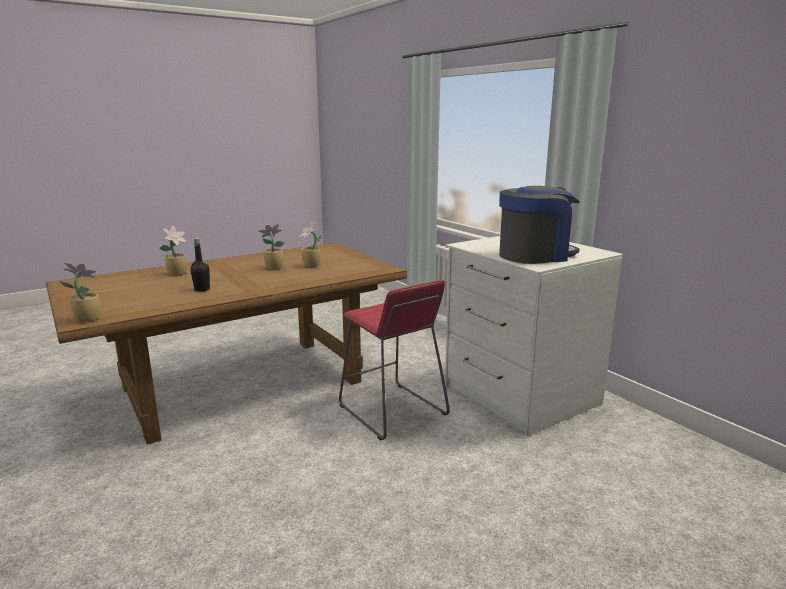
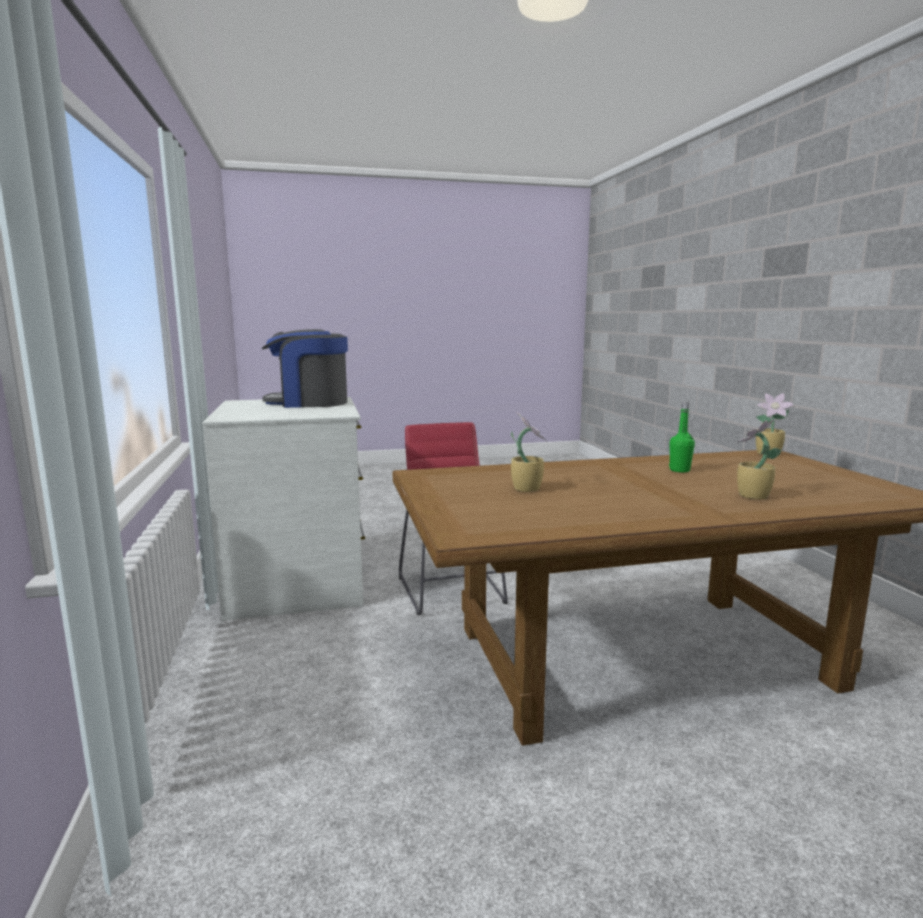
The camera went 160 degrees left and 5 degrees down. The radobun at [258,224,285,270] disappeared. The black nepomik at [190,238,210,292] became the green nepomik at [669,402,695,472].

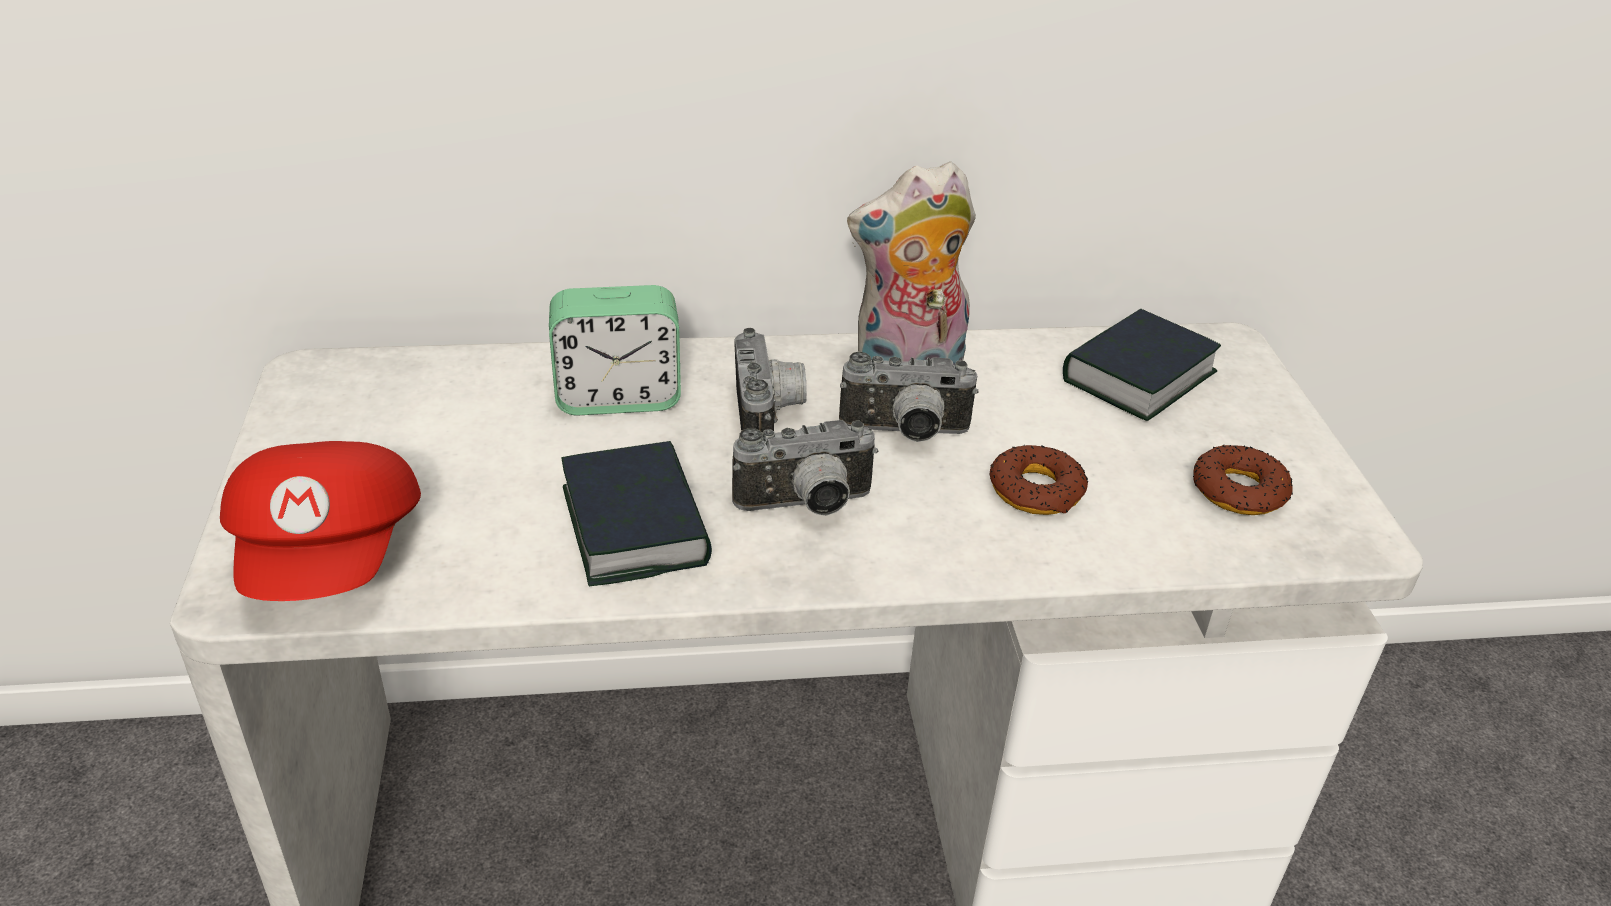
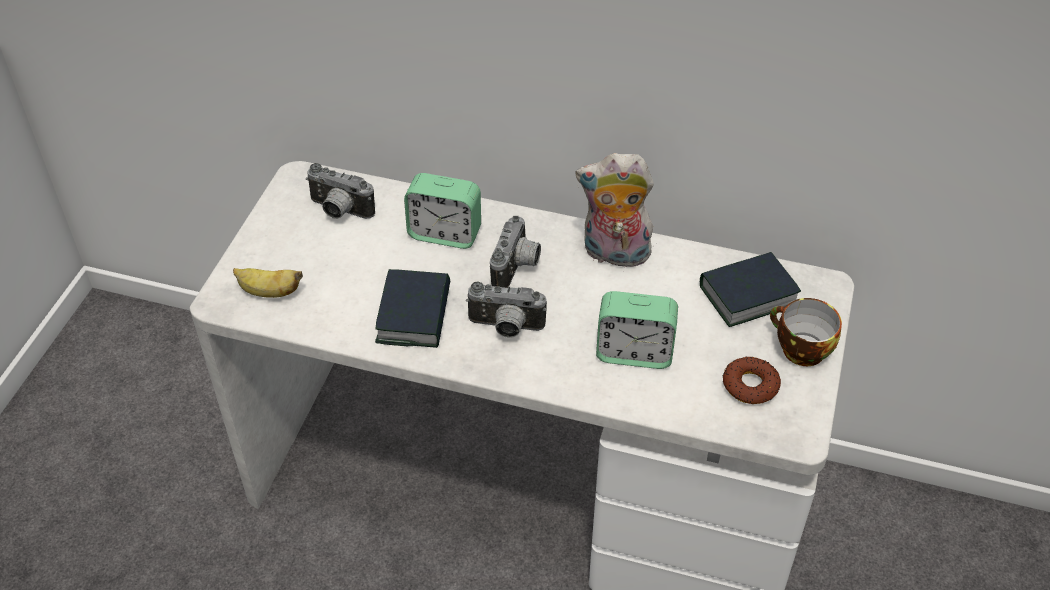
The camera went 25 degrees right and 10 degrees up. The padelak moved from [839,352,979,442] to [306,163,375,219]. The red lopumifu at [220,441,421,601] was replaced by the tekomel at [233,268,303,298]. The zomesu at [990,445,1088,515] was replaced by the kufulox at [596,291,678,369]. The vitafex at [770,298,842,366] appeared.

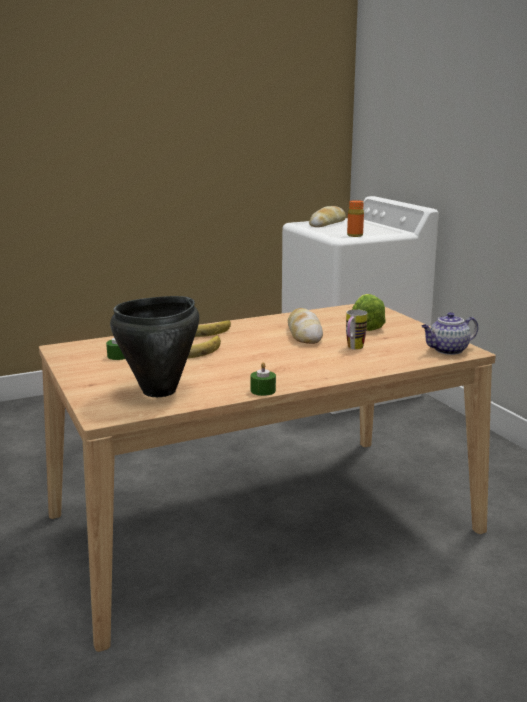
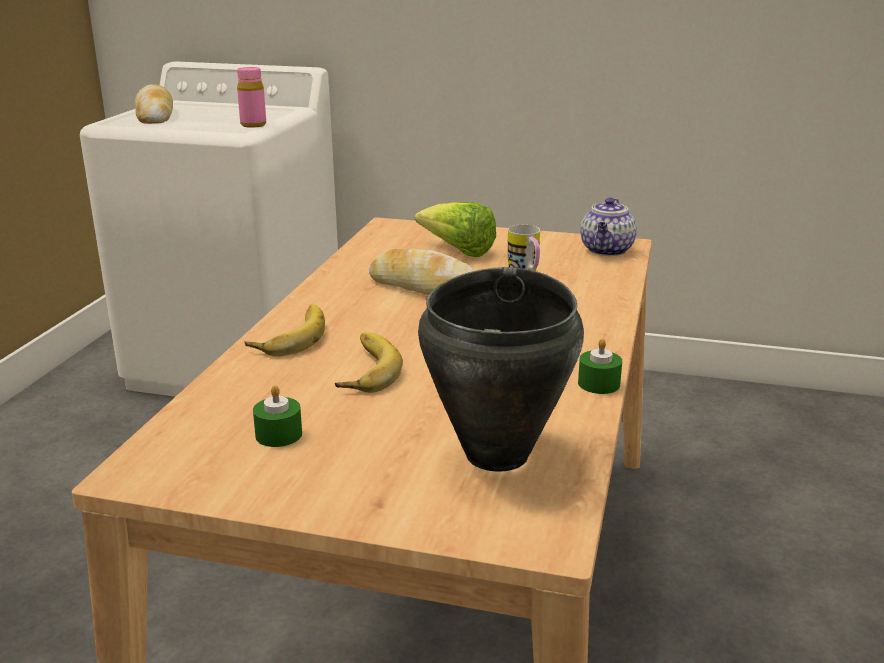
The camera went 50 degrees left and 5 degrees up. The orange nepomik at [347,200,364,237] became the pink nepomik at [237,67,266,128].

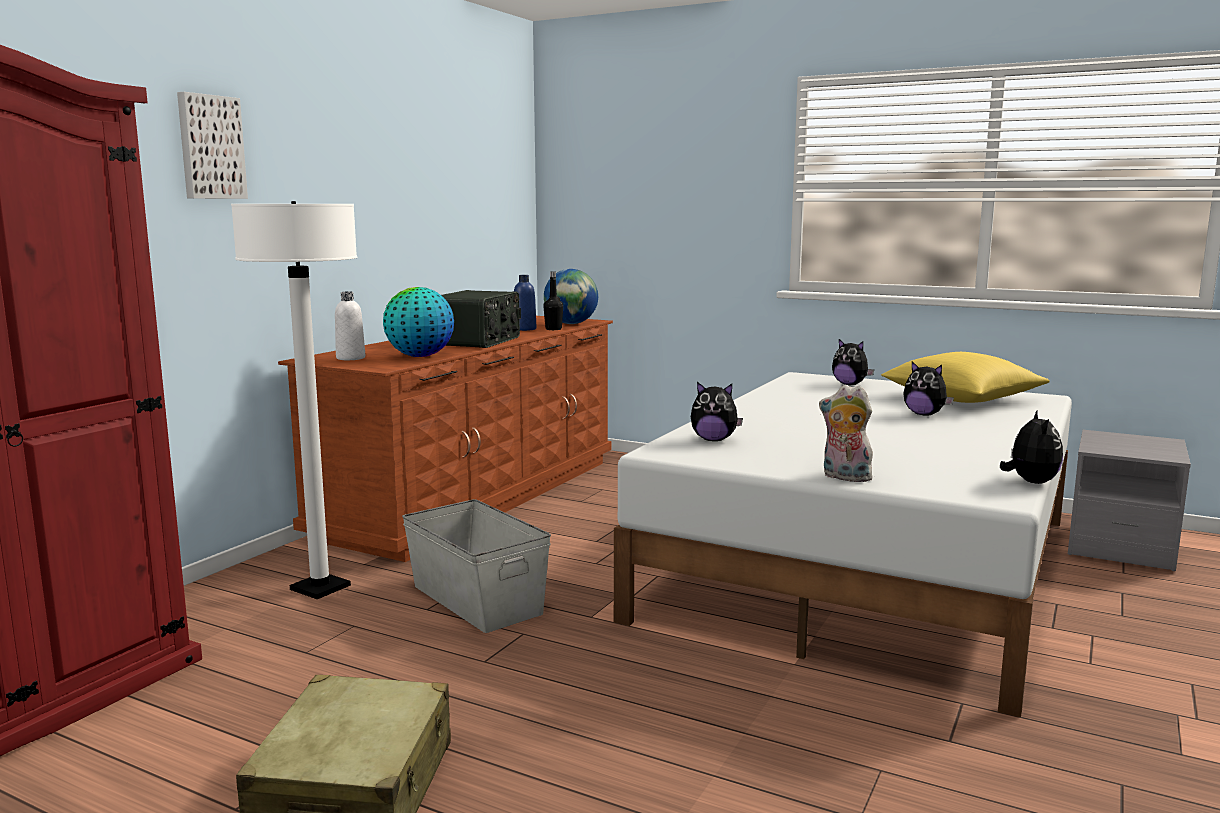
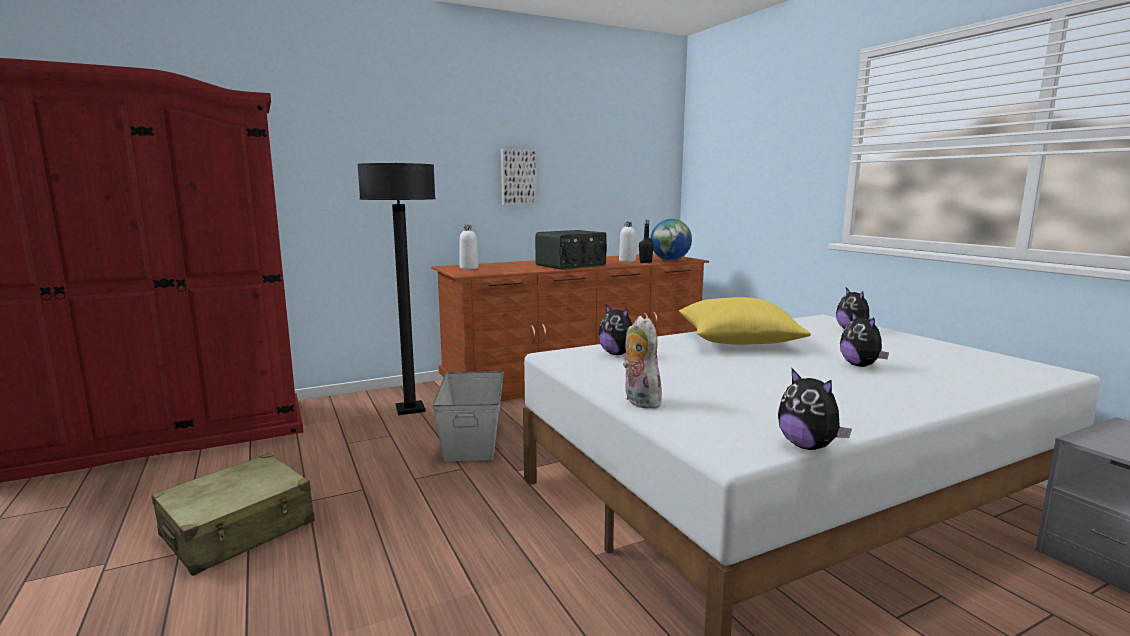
The camera went 35 degrees right and 0 degrees up. The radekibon moved from [177,92,248,199] to [501,149,537,205]. The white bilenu at [231,201,357,599] became the black bilenu at [357,163,436,415]. The blue nepomik at [514,275,536,331] became the white nepomik at [619,221,636,262]. The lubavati at [383,287,454,357] disappeared. The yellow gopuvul moved from [881,352,1050,403] to [679,297,811,345]. The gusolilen at [1000,410,1063,484] turned 105 degrees clockwise.

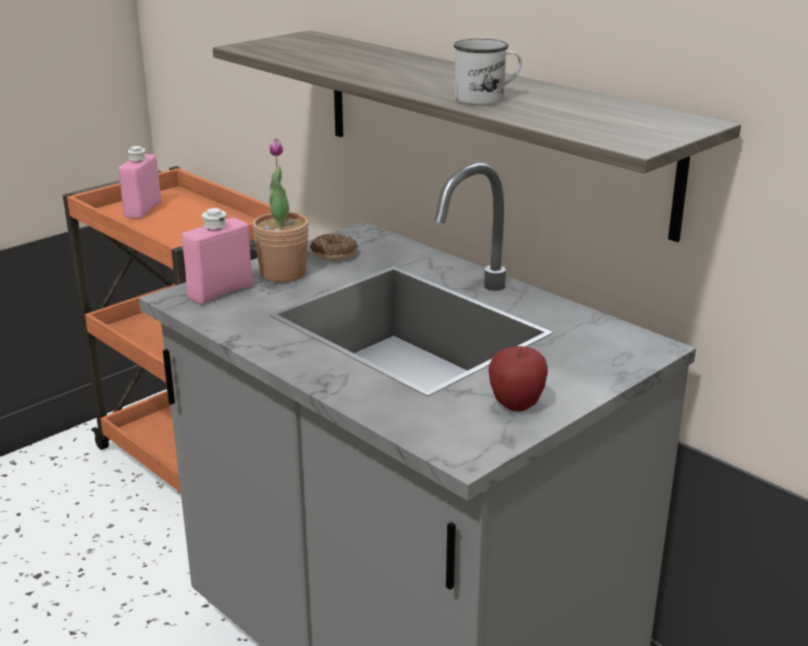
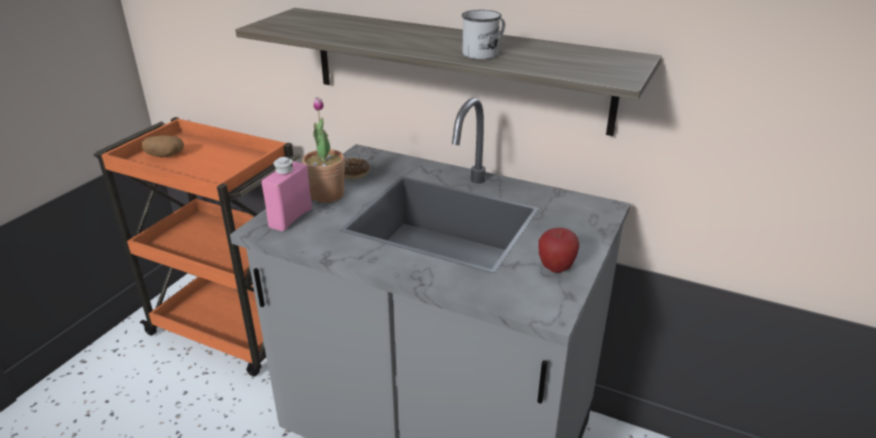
The camera went 20 degrees left and 5 degrees up. The pink nepomik at [118,146,161,219] was replaced by the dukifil at [142,135,184,158].

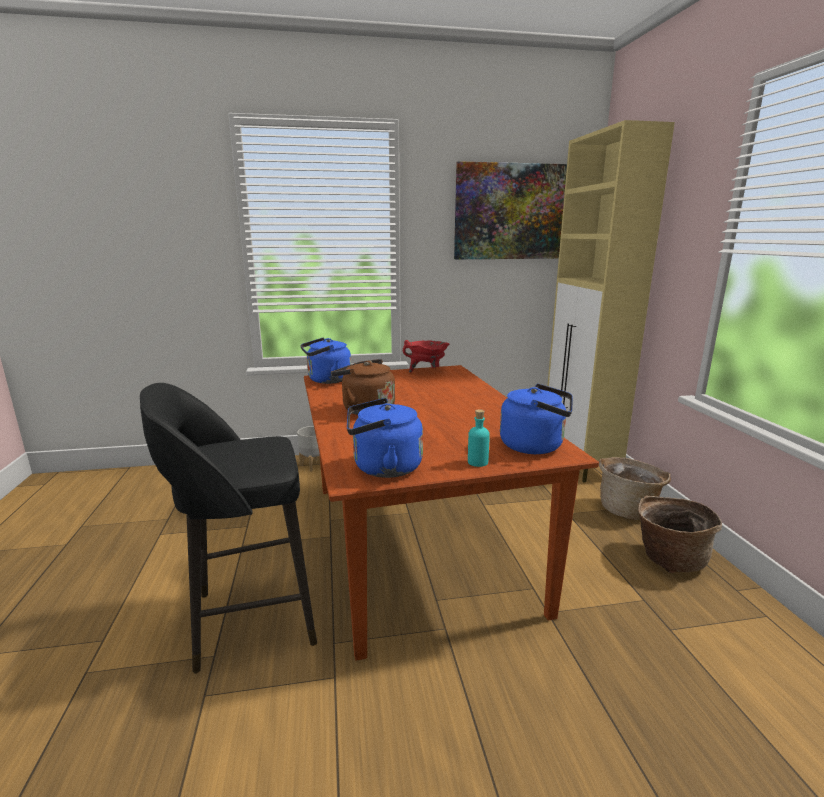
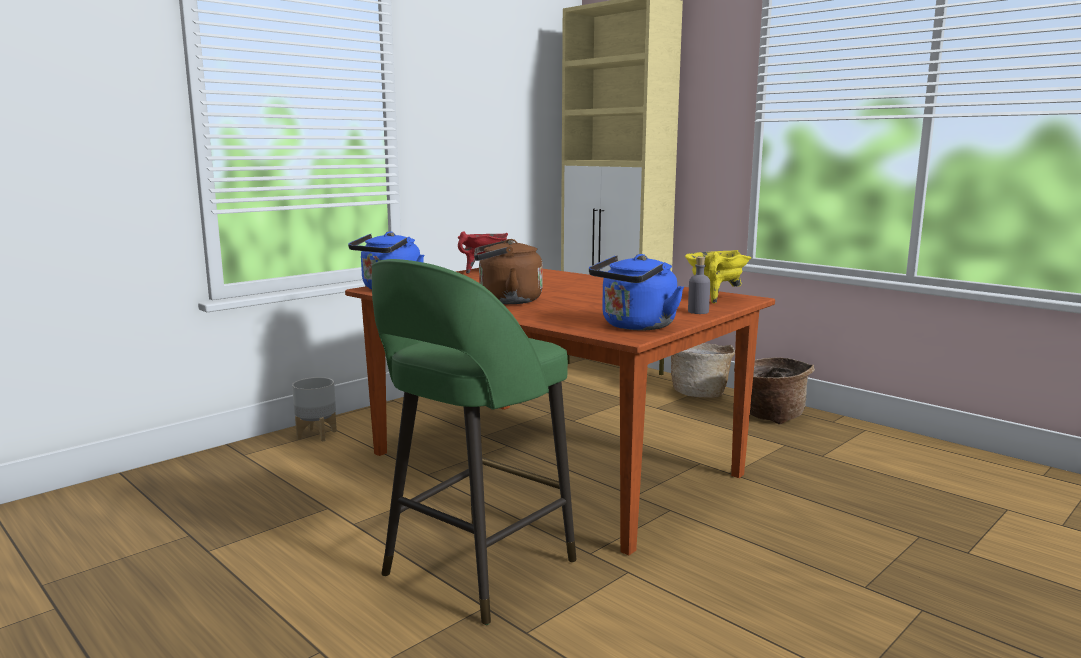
The camera went 35 degrees left and 5 degrees down. The radekibon at [454,161,567,259] disappeared. The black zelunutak at [140,383,317,673] became the green zelunutak at [371,259,576,625]. The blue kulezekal at [500,384,572,454] was replaced by the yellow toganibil at [685,250,751,304]. The turquoise nepomik at [468,409,490,467] became the grey nepomik at [688,257,710,314].

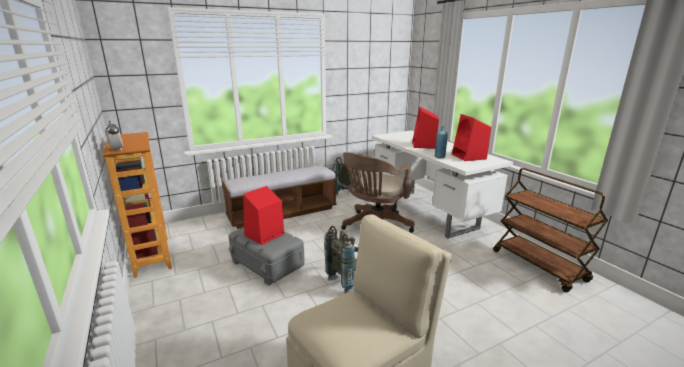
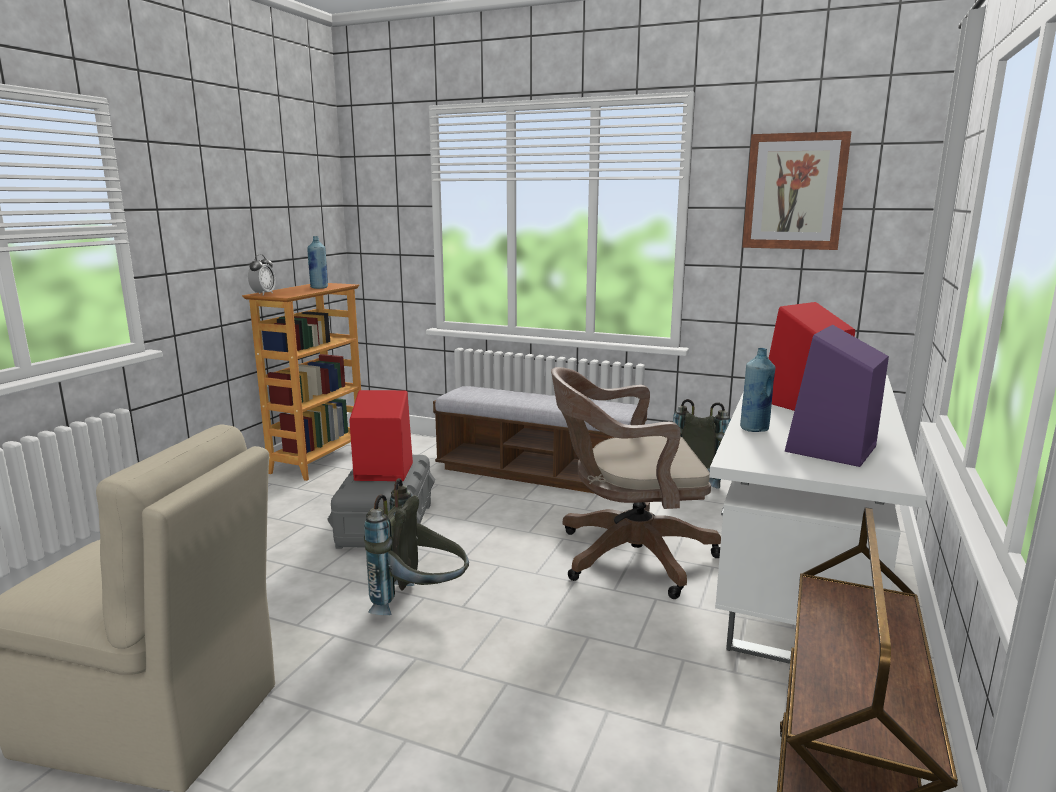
The camera went 50 degrees right and 5 degrees down. The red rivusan at [452,114,492,161] became the purple rivusan at [785,325,889,467]. The radekibon at [742,131,852,250] appeared. The blue nepomik at [308,236,328,289] appeared.

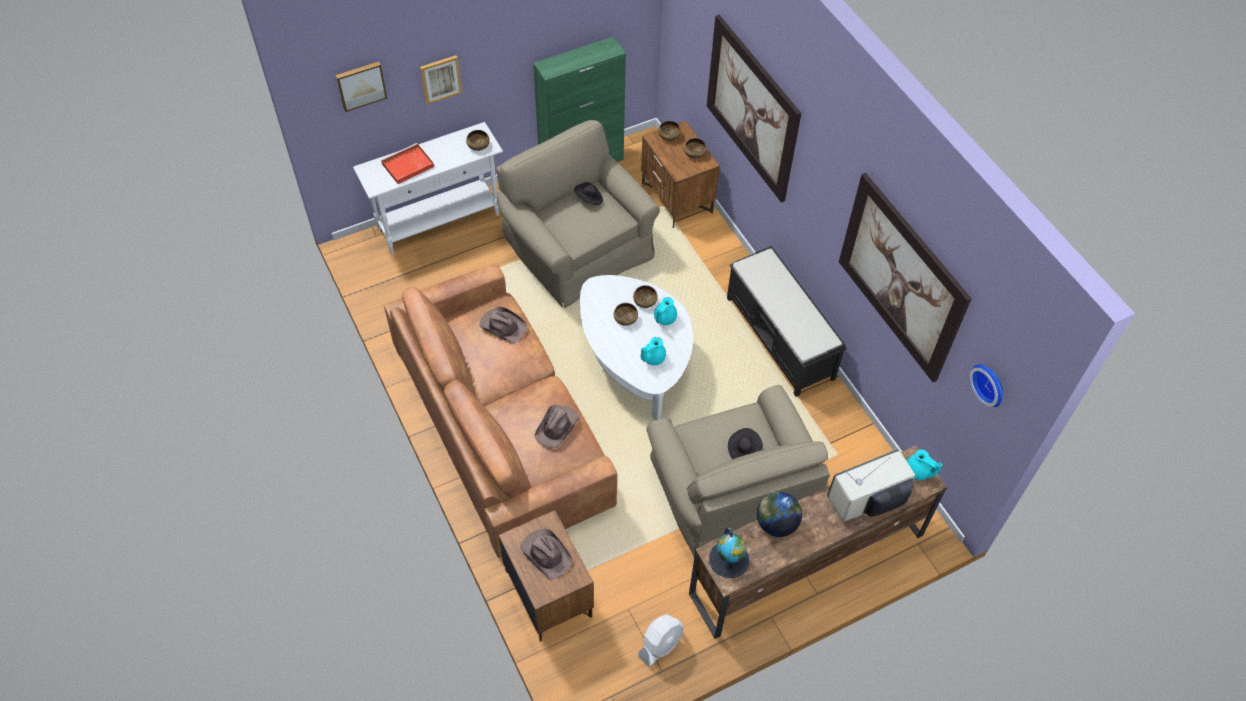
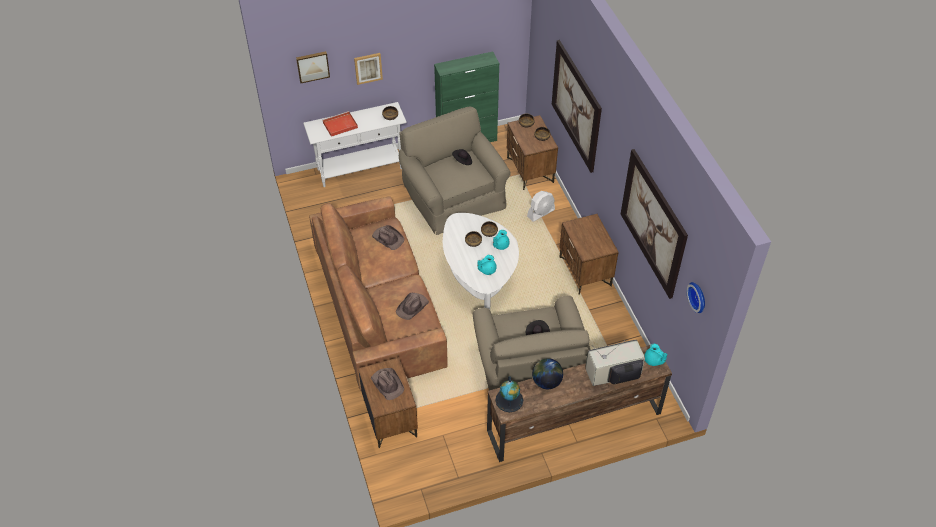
The camera went 10 degrees right and 5 degrees down. The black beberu at [727,246,846,397] was replaced by the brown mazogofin at [559,214,619,295]. The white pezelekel moved from [638,614,683,667] to [527,191,555,222].

